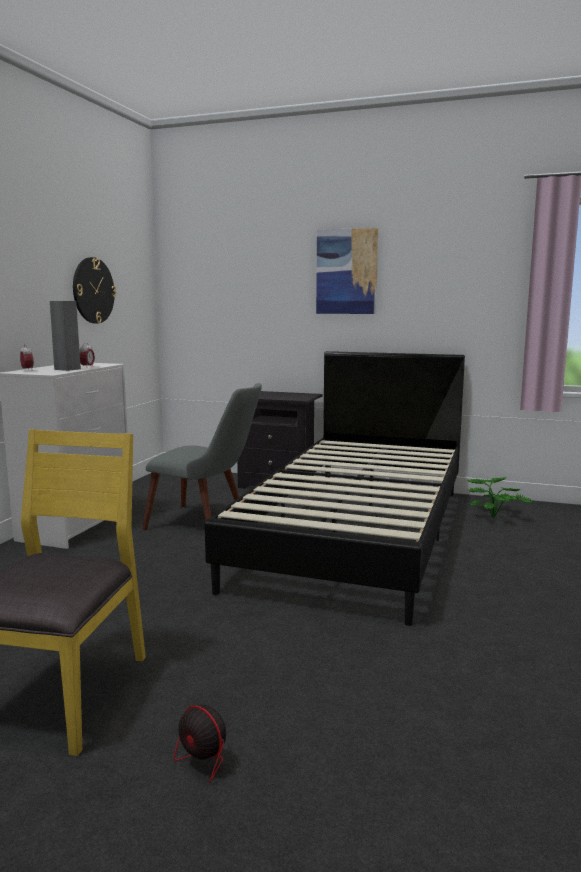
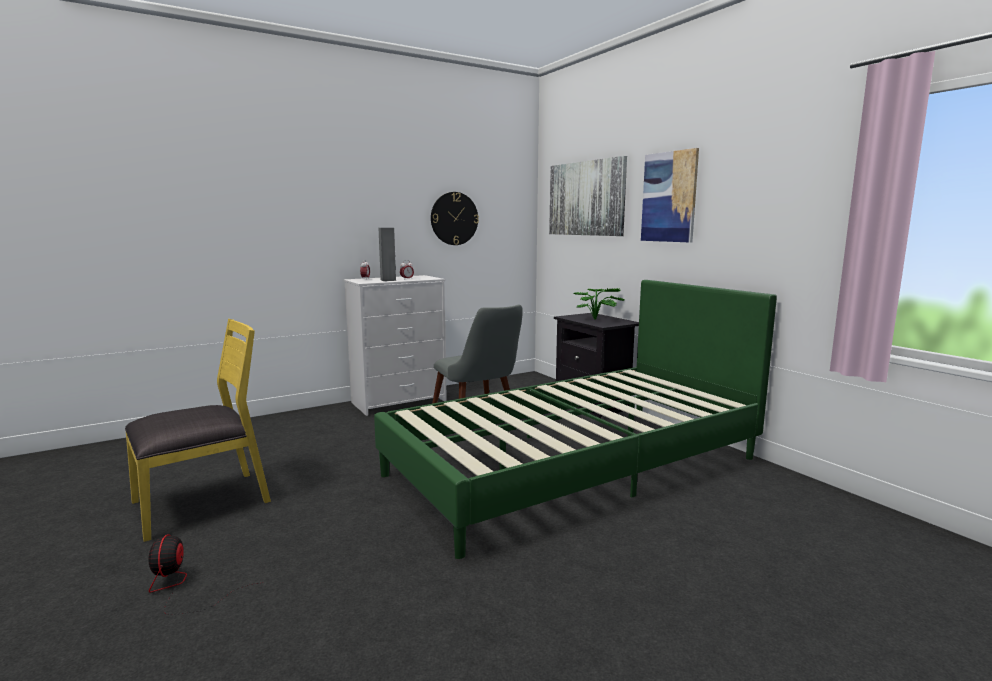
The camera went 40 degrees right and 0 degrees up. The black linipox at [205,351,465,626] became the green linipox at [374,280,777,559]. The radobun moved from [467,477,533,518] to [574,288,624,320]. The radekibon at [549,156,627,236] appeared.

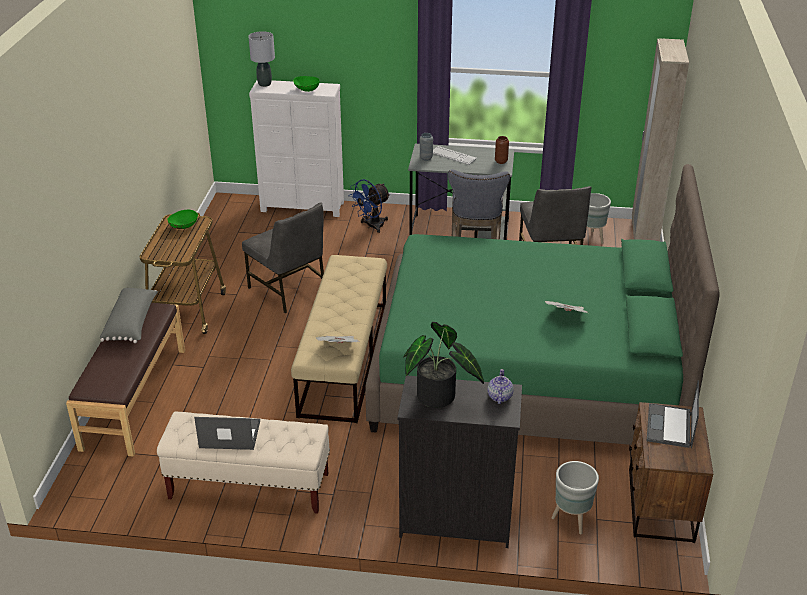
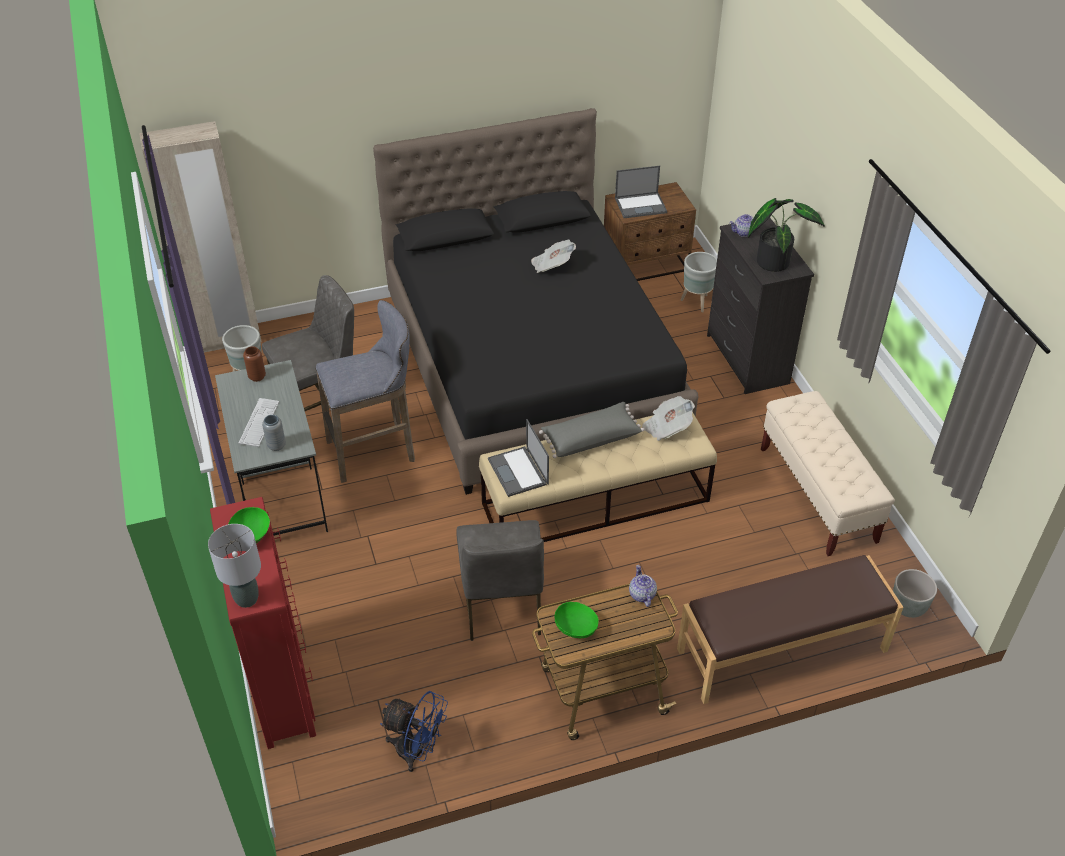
The camera went 115 degrees left and 10 degrees up. The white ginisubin at [249,80,344,217] became the red ginisubin at [210,497,316,749]. The green linipox at [365,164,720,445] became the black linipox at [373,108,698,495]. The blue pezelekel moved from [349,179,391,233] to [380,691,448,772]. The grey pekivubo at [242,203,324,313] turned 150 degrees clockwise. The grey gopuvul moved from [100,288,158,343] to [539,402,644,458]. The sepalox moved from [194,417,260,450] to [488,419,549,497]. The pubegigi at [629,565,657,607] appeared. The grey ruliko at [893,569,937,618] appeared.

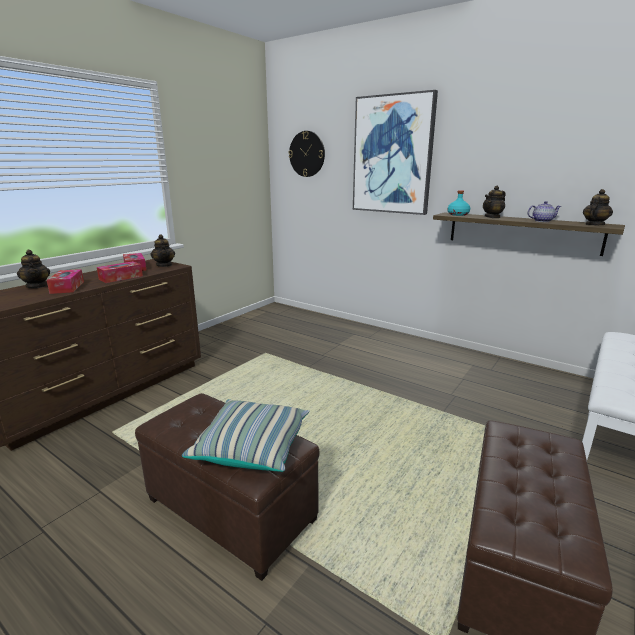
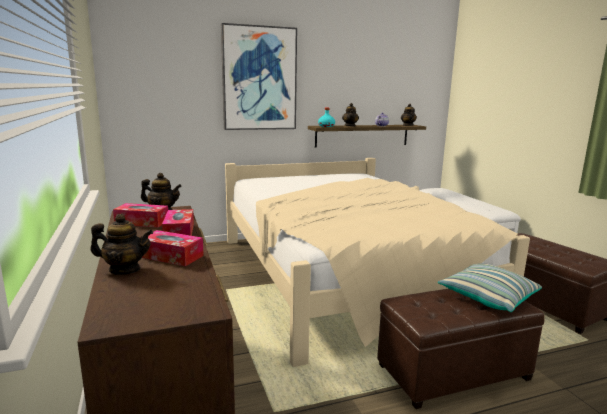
The camera went 55 degrees left and 5 degrees down. The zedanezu at [289,131,325,177] disappeared. The beige linipox at [225,158,530,367] appeared.

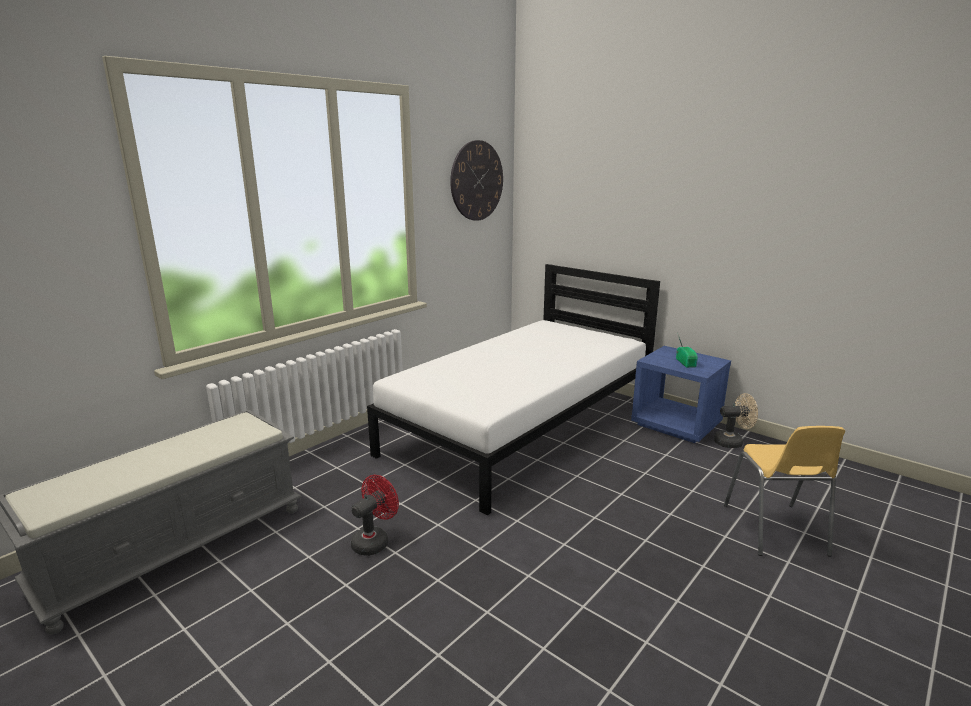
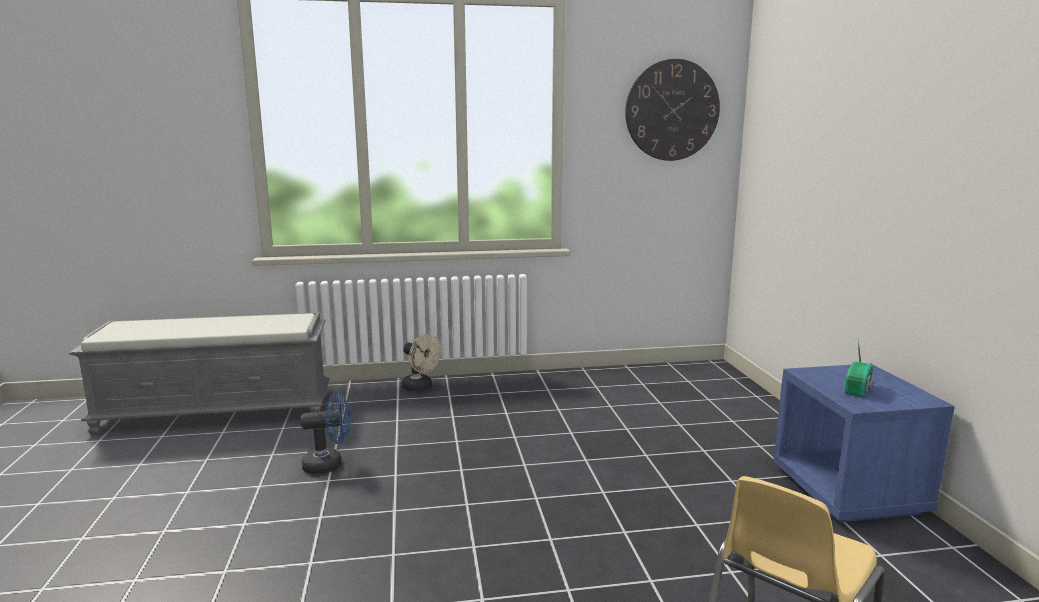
The camera went 40 degrees right and 5 degrees down. The white linipox at [367,264,660,515] disappeared. The beige pezelekel moved from [714,393,758,448] to [401,334,441,391]. The red pezelekel at [351,475,399,556] became the blue pezelekel at [301,393,351,474].

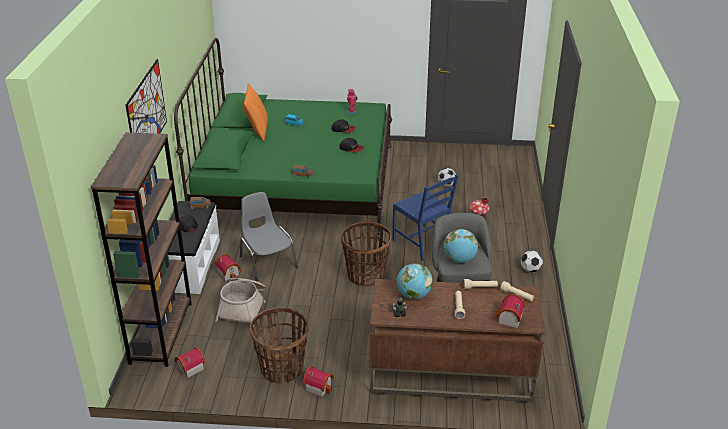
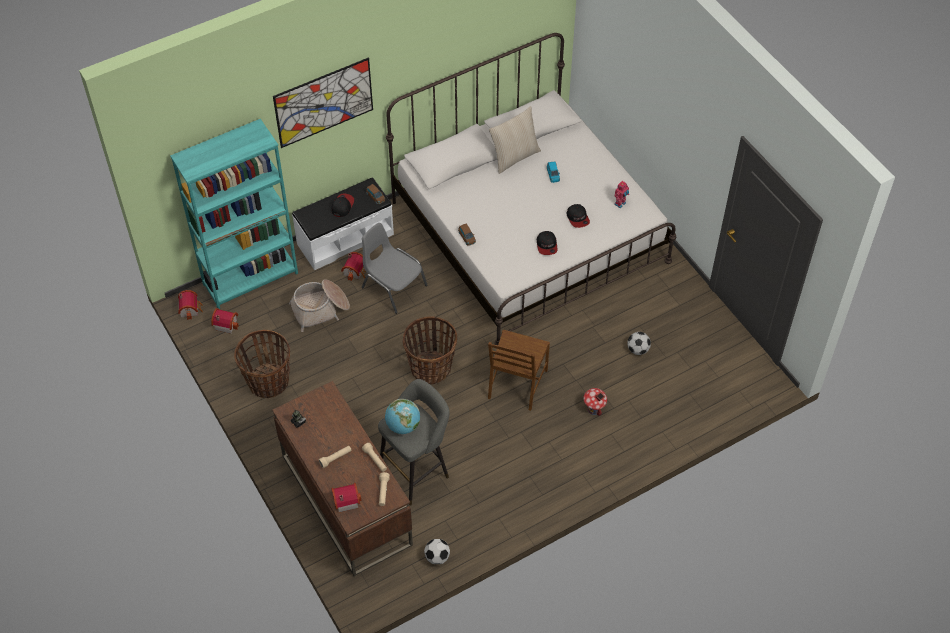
The camera went 55 degrees right and 20 degrees up. The green linipox at [174,38,392,238] became the white linipox at [386,33,676,345]. The orange gopuvul at [244,83,268,141] became the beige gopuvul at [489,106,541,174]. The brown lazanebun at [91,132,192,367] became the turquoise lazanebun at [170,119,298,309]. The blue pekivubo at [393,174,459,261] became the brown pekivubo at [488,329,550,411]. The grey pekivubo at [240,192,298,281] turned 75 degrees counterclockwise. The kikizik moved from [521,251,543,272] to [424,539,450,564]. The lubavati at [397,263,433,300] disappeared. The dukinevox moved from [303,366,334,397] to [178,290,203,320].

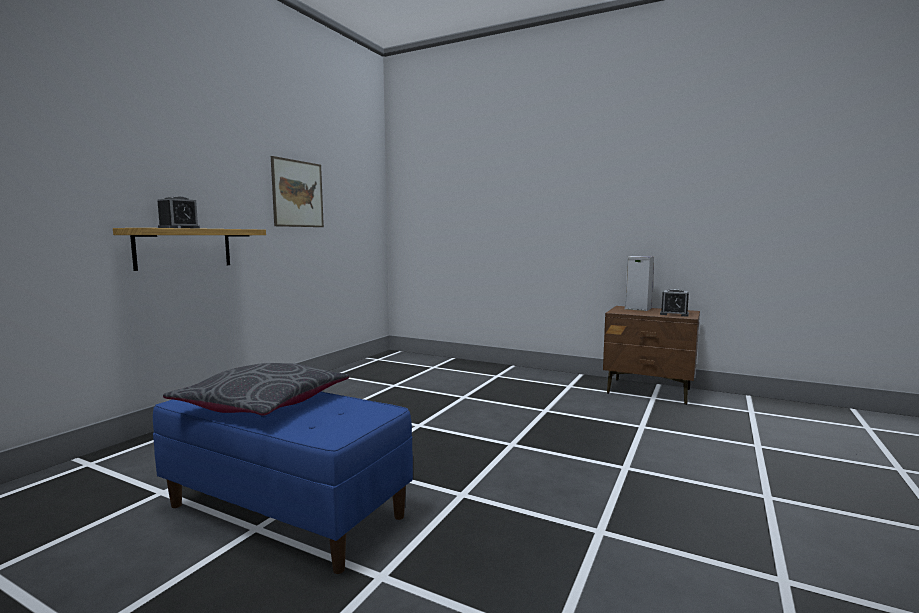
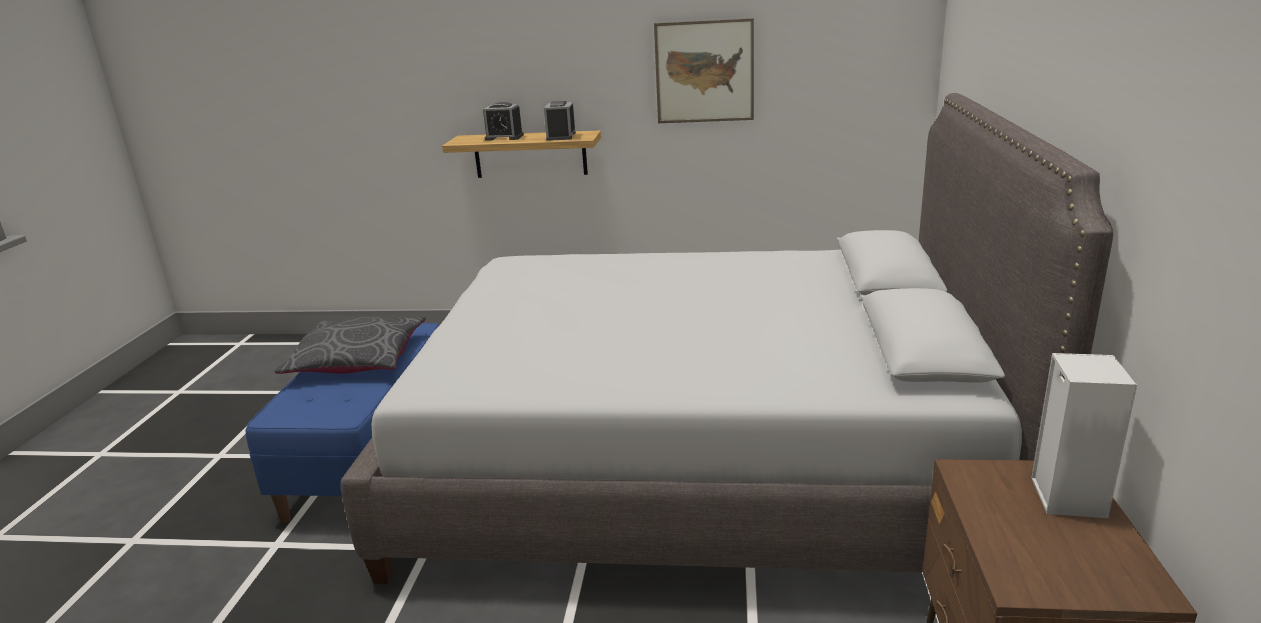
The camera went 70 degrees right and 15 degrees up. The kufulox moved from [660,288,689,316] to [544,101,576,141]. The grey linipox at [341,93,1113,584] appeared.

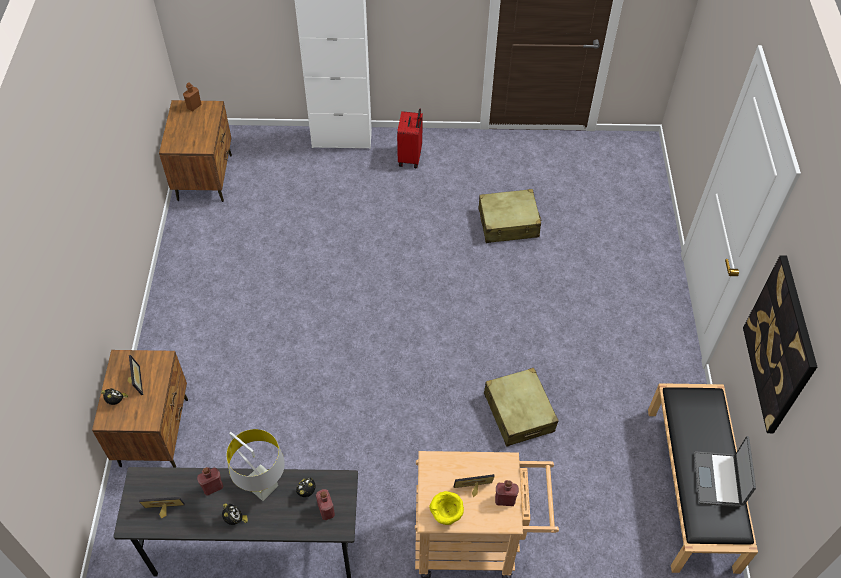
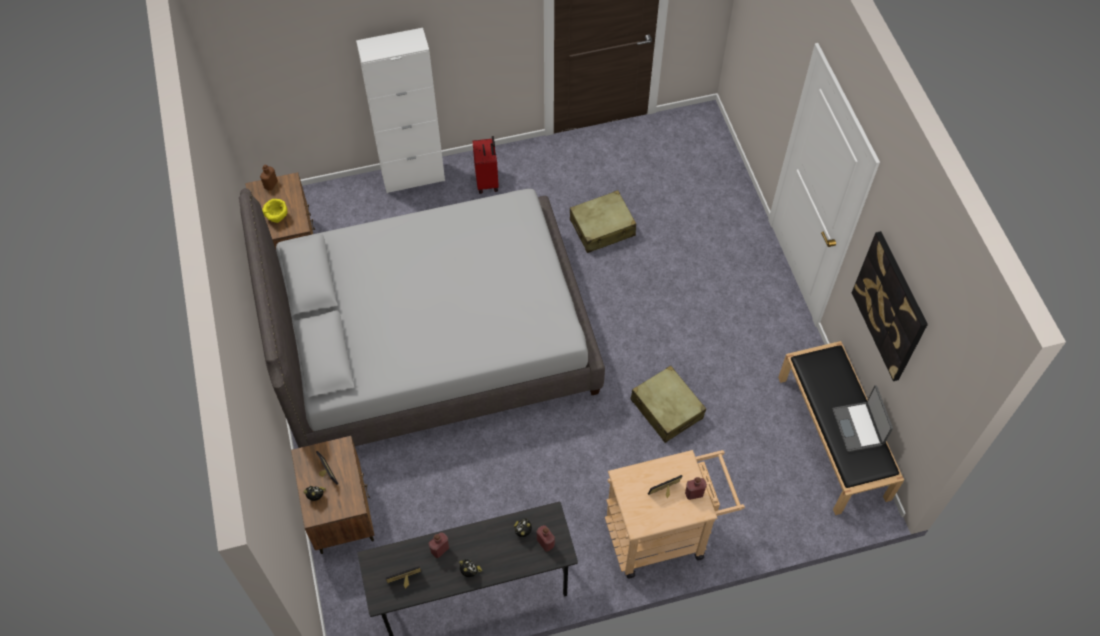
The camera went 15 degrees left and 5 degrees up. The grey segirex at [226,429,285,501] disappeared. The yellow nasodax moved from [429,491,464,525] to [262,199,287,223]. The grey linipox at [239,188,605,448] appeared.

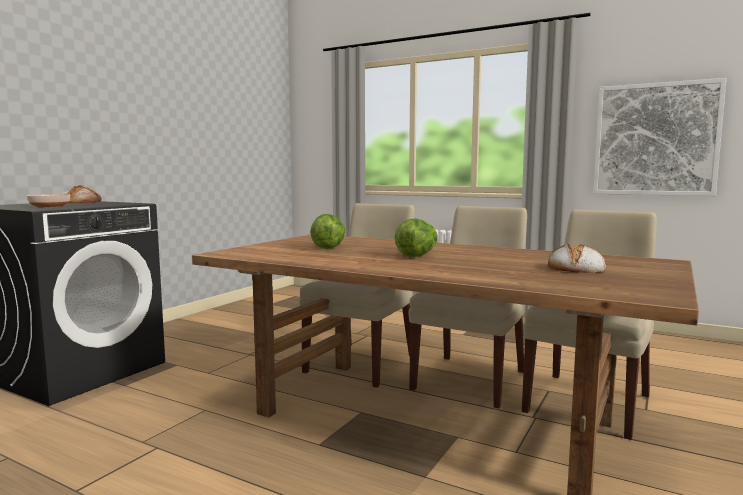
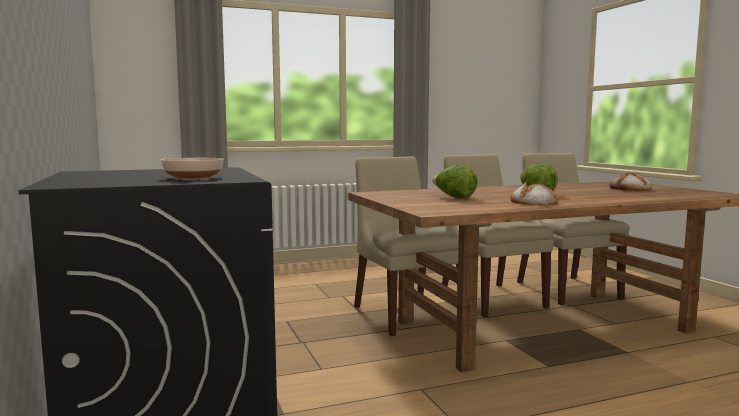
The camera went 50 degrees left and 0 degrees up. The radekibon at [593,78,727,196] disappeared. The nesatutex moved from [62,185,101,203] to [510,182,558,205].

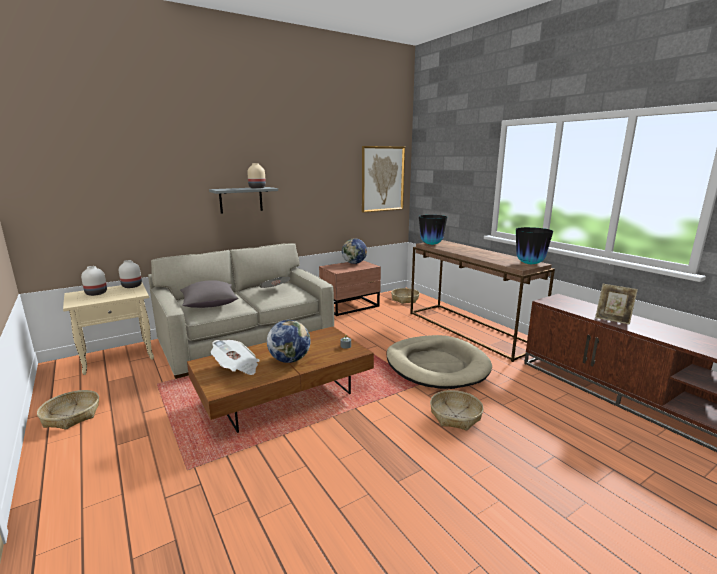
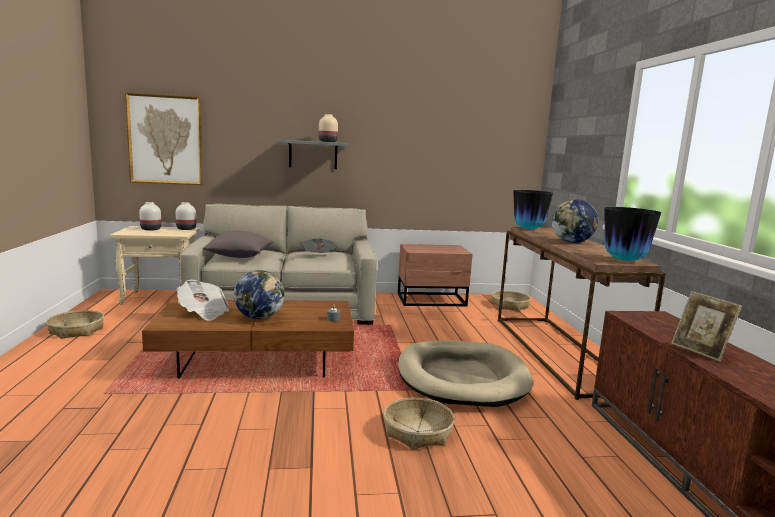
The camera went 25 degrees right and 5 degrees down. The radekibon moved from [362,146,405,213] to [125,92,203,185]. The lubavati moved from [342,238,367,264] to [552,199,598,243].

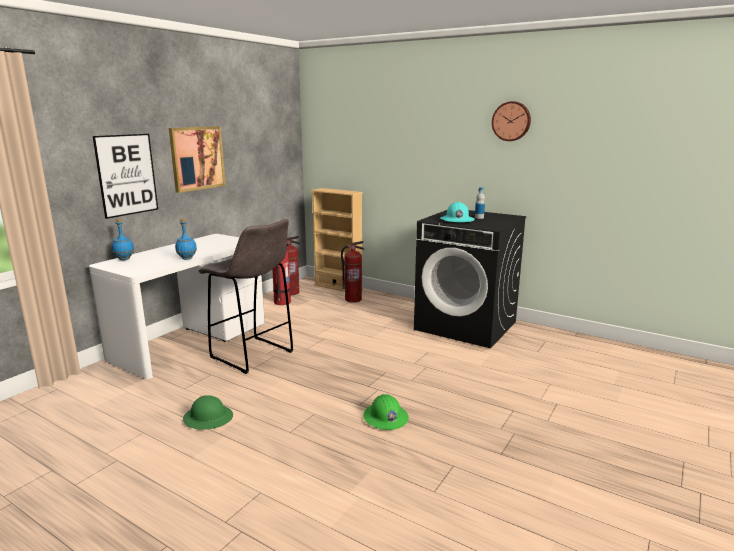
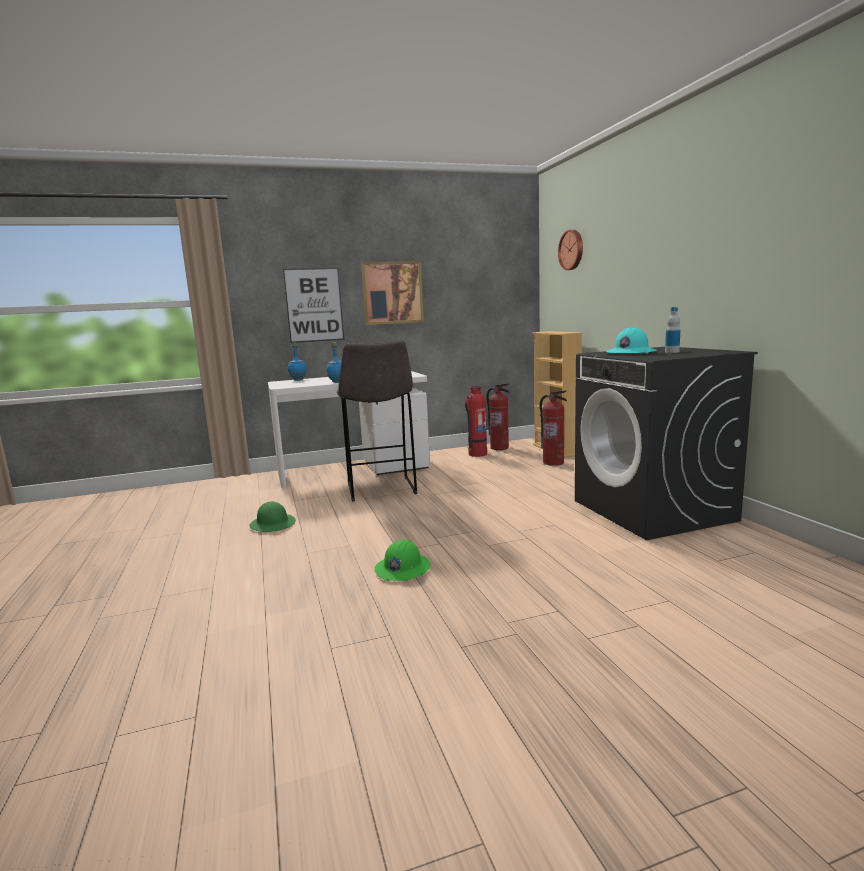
The camera went 40 degrees right and 5 degrees down. The zedanezu moved from [492,101,531,141] to [558,230,583,270].

